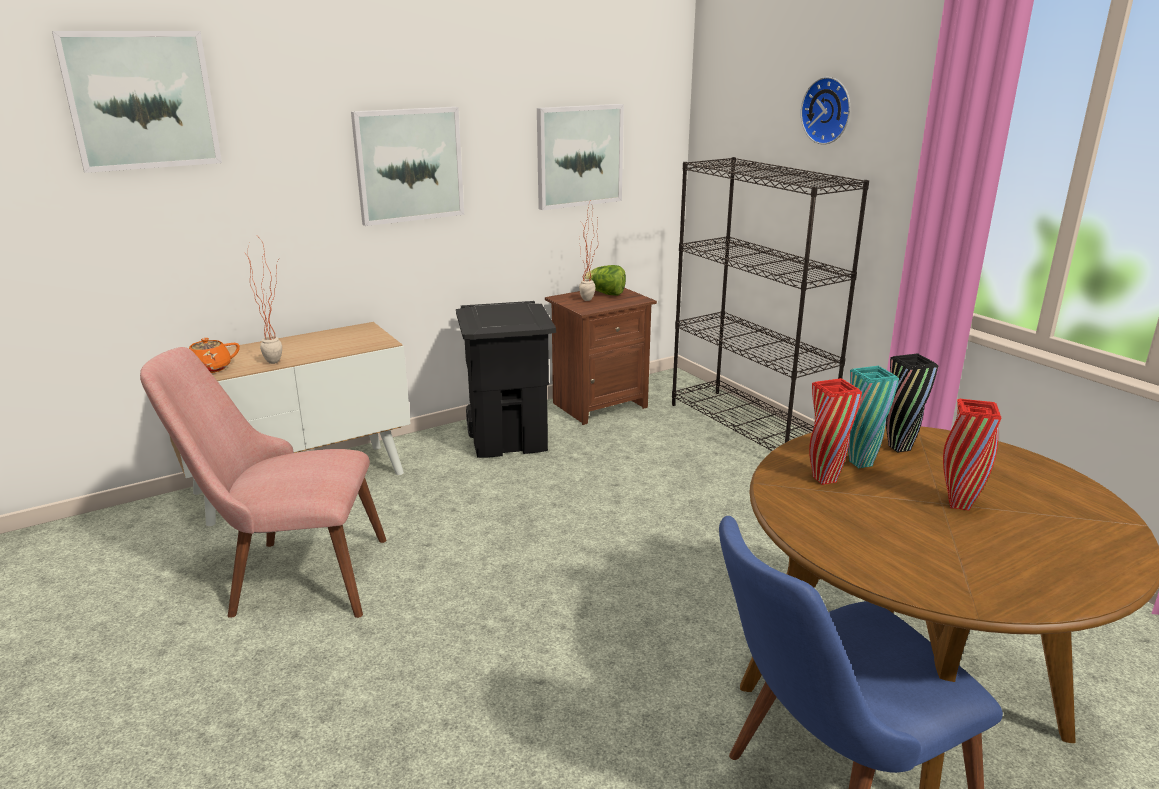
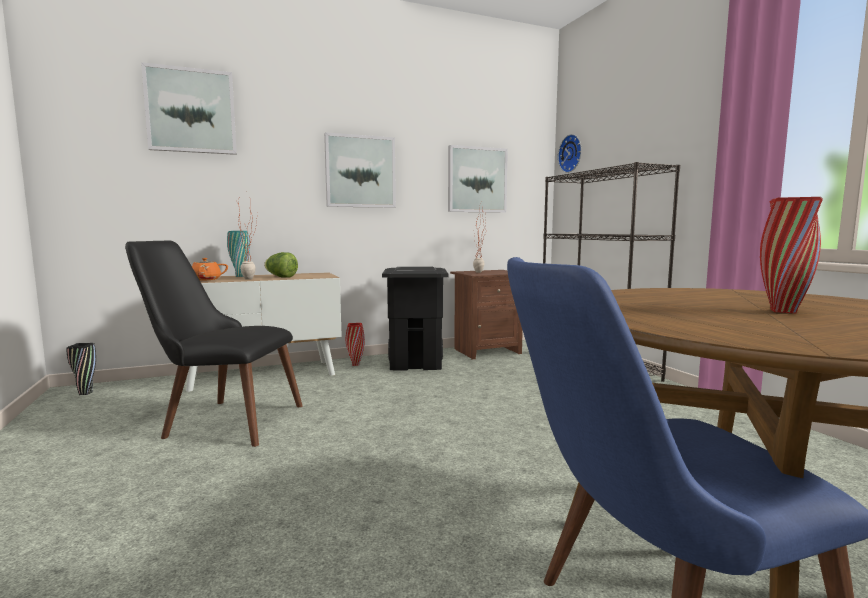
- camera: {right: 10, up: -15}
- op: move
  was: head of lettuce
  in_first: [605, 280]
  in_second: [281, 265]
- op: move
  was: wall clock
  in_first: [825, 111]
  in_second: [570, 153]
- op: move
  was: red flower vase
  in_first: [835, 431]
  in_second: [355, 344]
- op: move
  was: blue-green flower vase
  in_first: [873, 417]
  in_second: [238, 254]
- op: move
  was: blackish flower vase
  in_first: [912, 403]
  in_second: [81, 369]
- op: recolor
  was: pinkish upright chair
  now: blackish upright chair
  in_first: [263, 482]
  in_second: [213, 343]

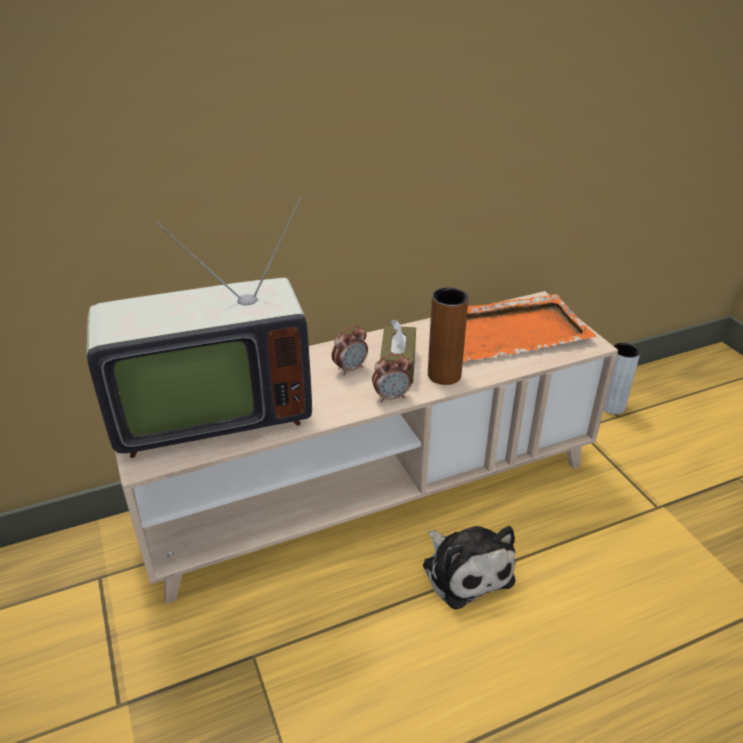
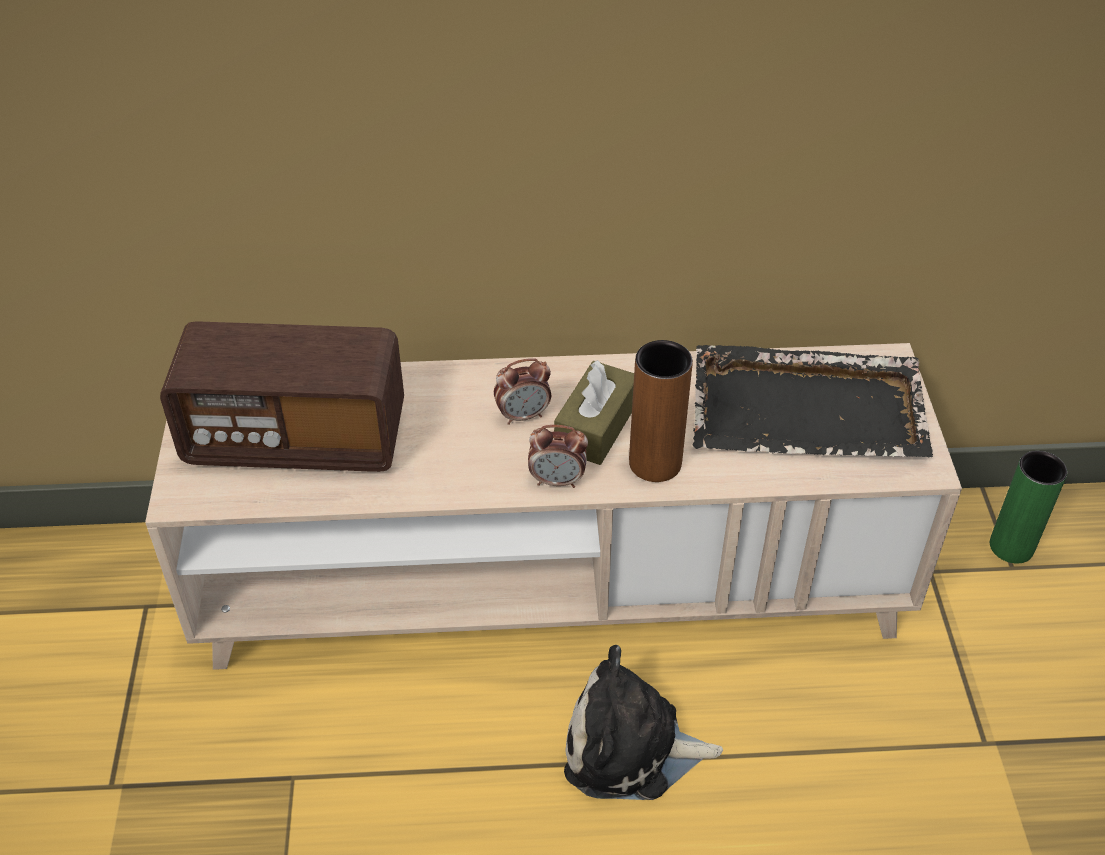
- camera: {right: 20, up: 10}
- op: replace
  was: TV
  now: radio set
  in_first: [199, 327]
  in_second: [282, 396]
- op: recolor
  was: orangey tray
  now: blackish tray
  in_first: [529, 328]
  in_second: [812, 401]
- op: recolor
  was: gray flower vase
  now: green-coloured flower vase
  in_first: [621, 378]
  in_second: [1028, 507]
- op: rotate
  was: plush toy
  in_first: [469, 568]
  in_second: [643, 722]
  clockwise: 105

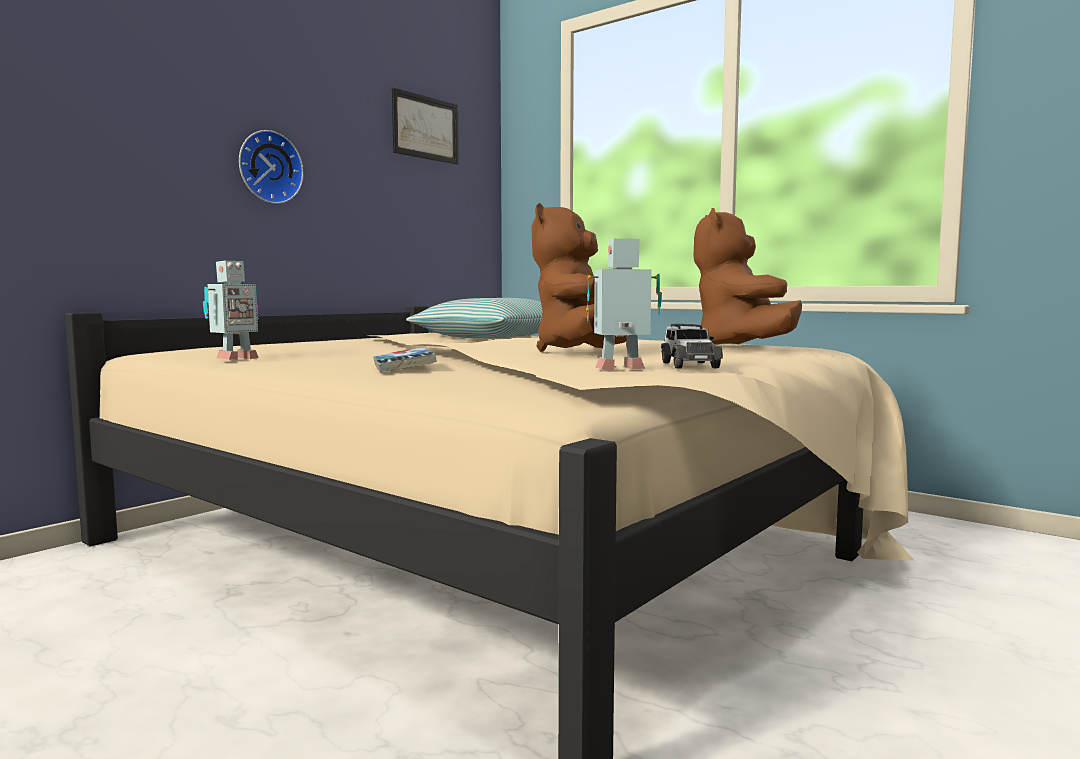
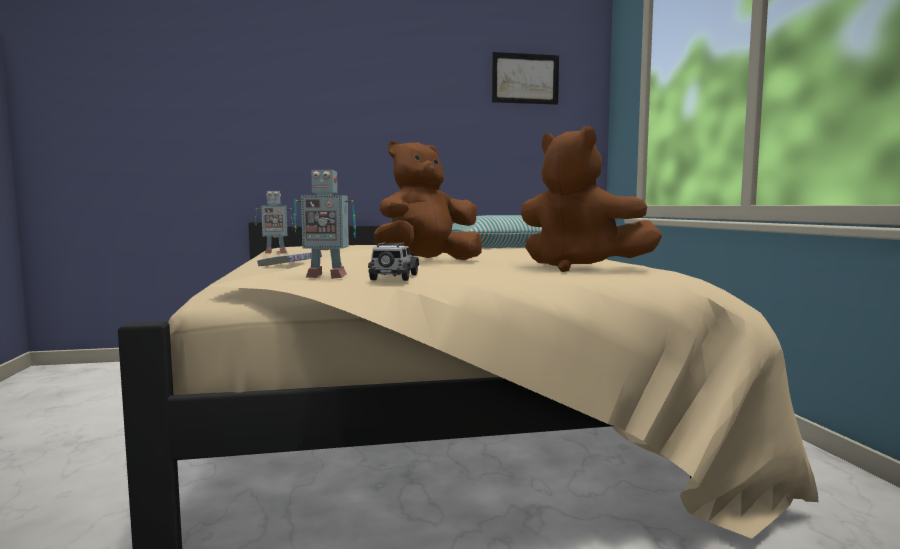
- camera: {right: 40, up: 0}
- op: delete
  was: wall clock
  in_first: [271, 167]
- op: rotate
  was: robot figure
  in_first: [624, 305]
  in_second: [325, 224]
  clockwise: 150
- op: rotate
  was: miniature car
  in_first: [692, 346]
  in_second: [393, 261]
  clockwise: 150
- op: rotate
  was: brownish plush toy
  in_first: [747, 276]
  in_second: [591, 199]
  clockwise: -90

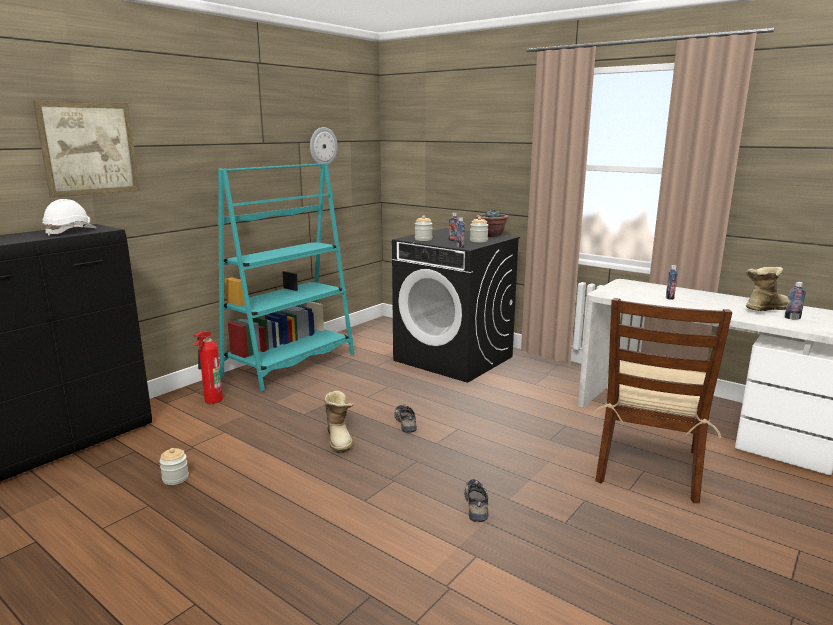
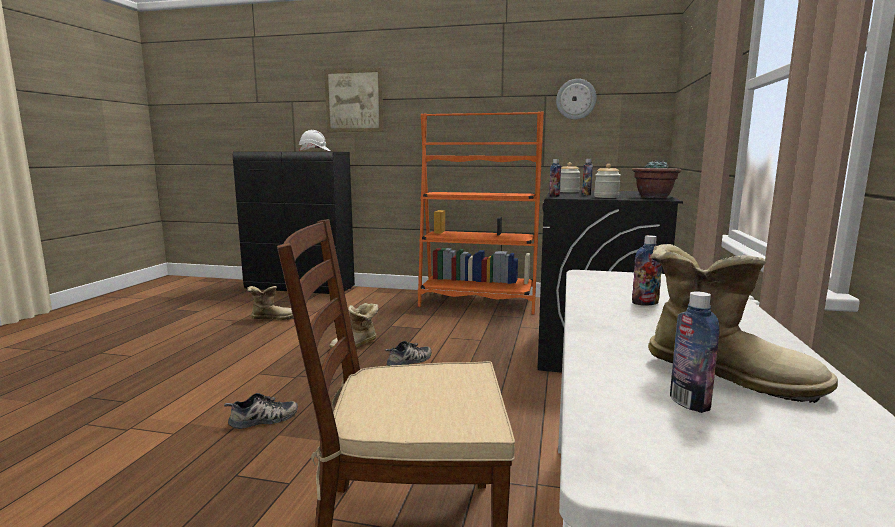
- camera: {right: 65, up: -5}
- op: delete
  was: extinguisher
  in_first: [208, 367]
- op: replace
  was: preserve jar
  now: tall boot
  in_first: [174, 466]
  in_second: [270, 303]
- op: recolor
  was: blue-green shelving unit
  now: orangey shelving unit
  in_first: [286, 277]
  in_second: [481, 212]

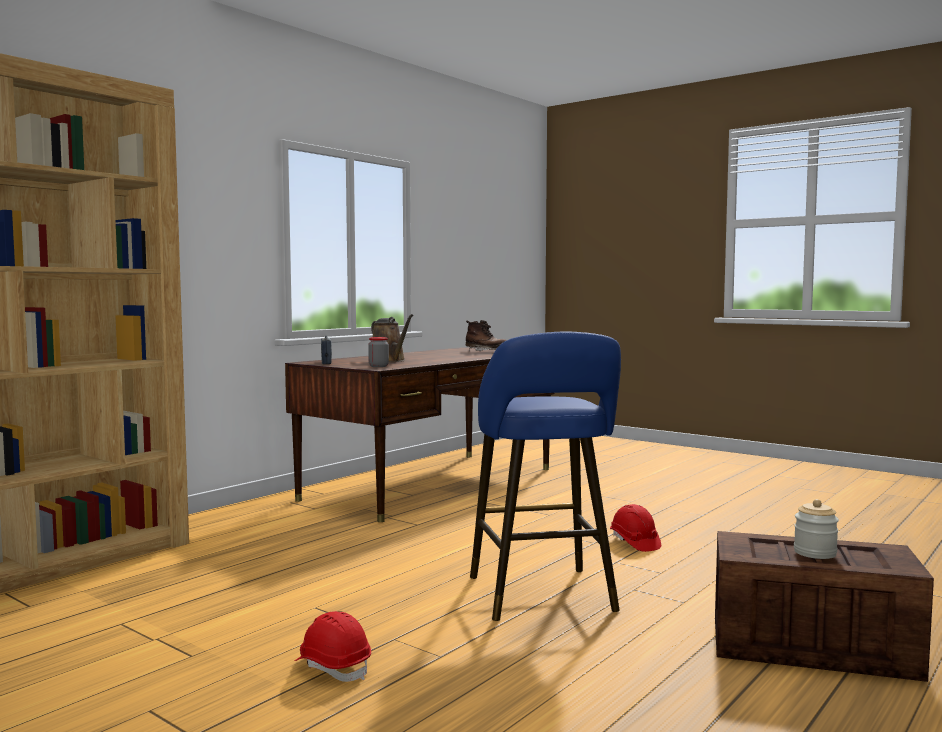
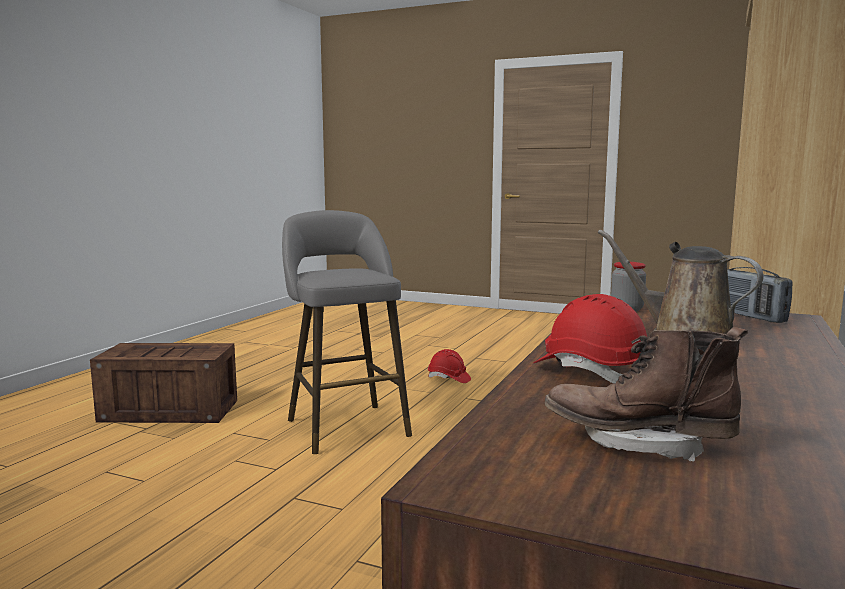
- camera: {right: 165, up: 5}
- op: delete
  was: preserve jar
  in_first: [816, 529]
- op: move
  was: red work helmet
  in_first: [635, 528]
  in_second: [590, 338]
- op: recolor
  was: bluish stool
  now: gray stool
  in_first: [545, 476]
  in_second: [347, 332]

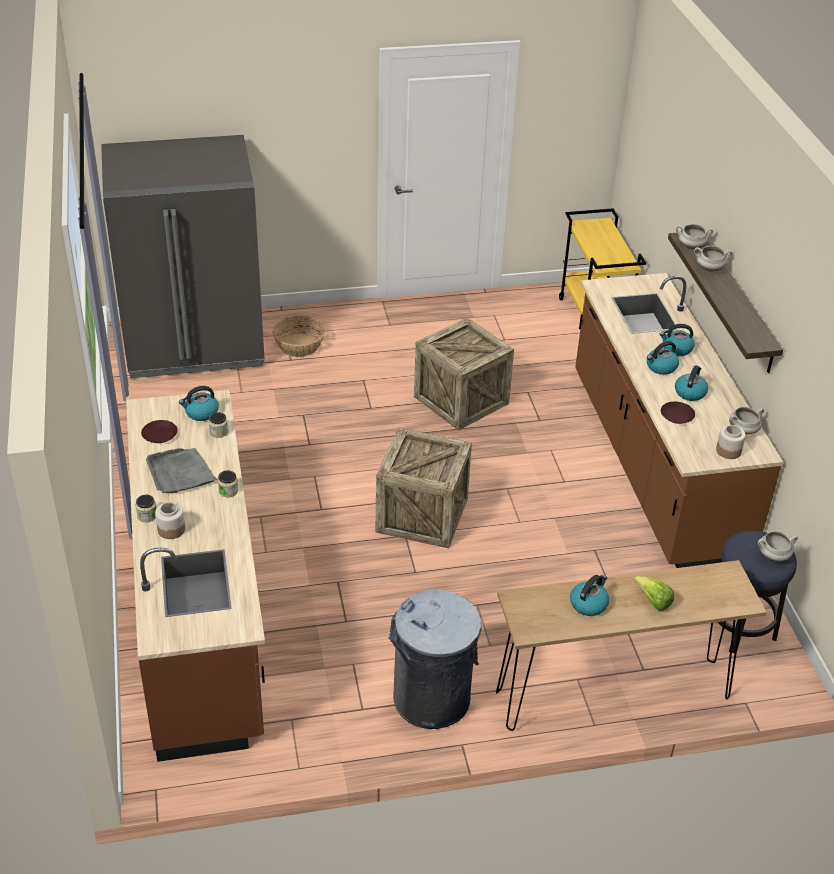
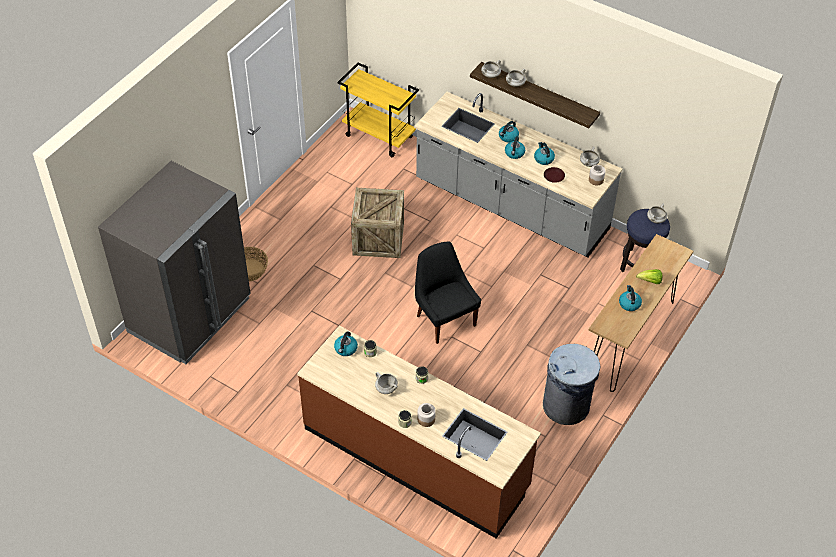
- camera: {right: -45, up: 10}
- op: delete
  was: brownish plate
  in_first: [159, 431]
- op: replace
  was: gray tray
  now: white-coloured stockpot
  in_first: [181, 470]
  in_second: [386, 383]
- op: replace
  was: crate
  now: blackish upright chair
  in_first: [424, 488]
  in_second: [448, 292]
- op: recolor
  was: brownish kitchen base unit
  now: gray kitchen base unit
  in_first: [679, 420]
  in_second: [518, 174]

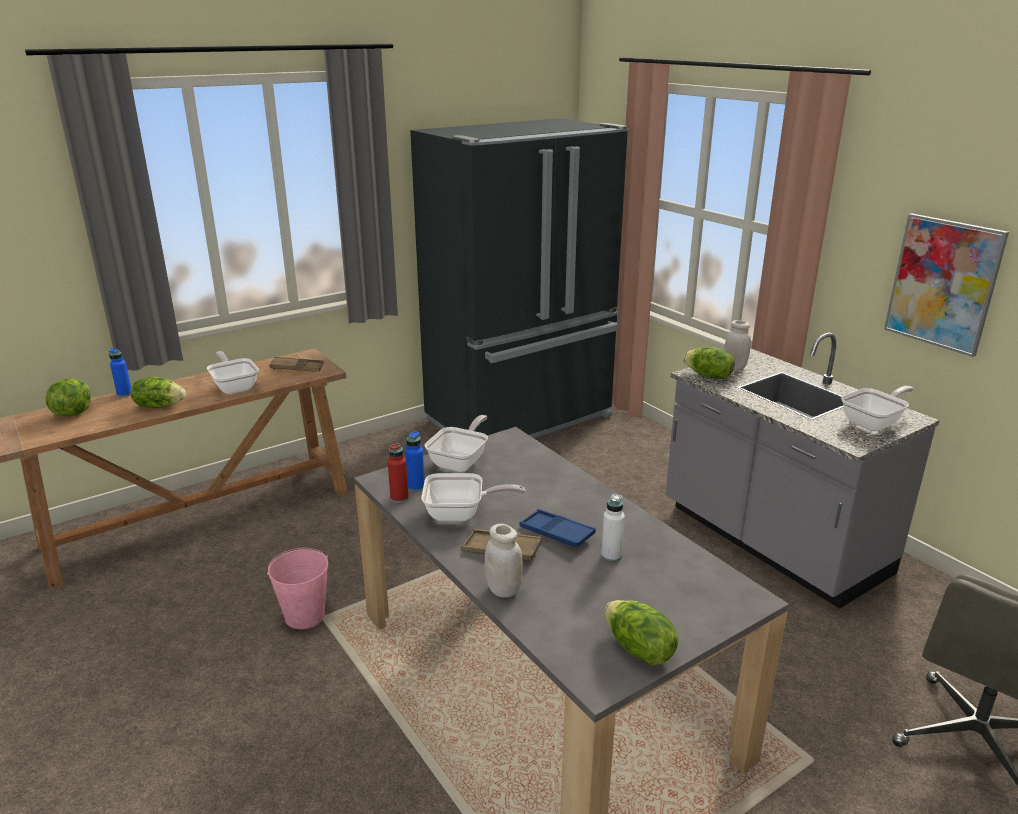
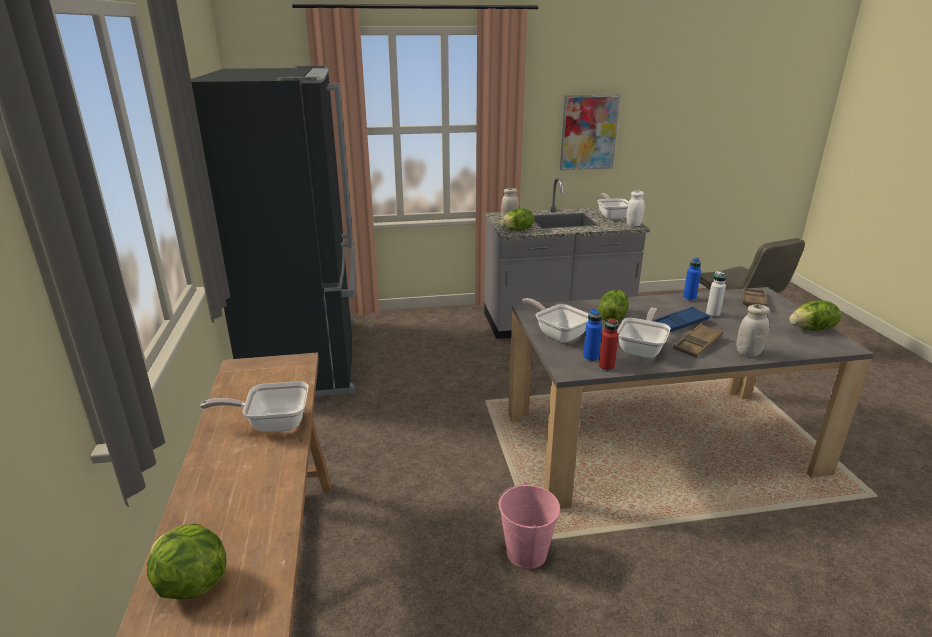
- camera: {right: -65, up: 0}
- op: insert
  now: white-coloured preserve jar
  in_second: [635, 209]
- op: move
  was: bluish bottle
  in_first: [120, 373]
  in_second: [692, 279]
- op: move
  was: head of lettuce
  in_first: [158, 392]
  in_second: [613, 305]
- op: move
  was: brownish tray
  in_first: [296, 364]
  in_second: [755, 297]

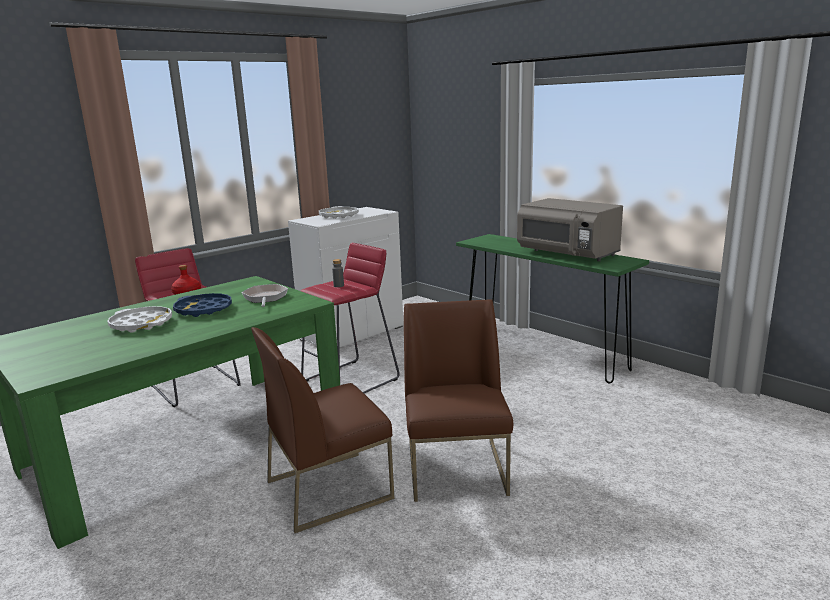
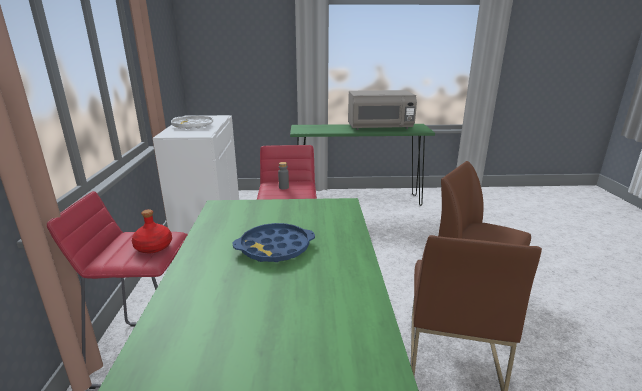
- camera: {right: -50, up: 5}
- op: delete
  was: white-coloured tray
  in_first: [139, 319]
- op: delete
  was: skillet
  in_first: [265, 295]

